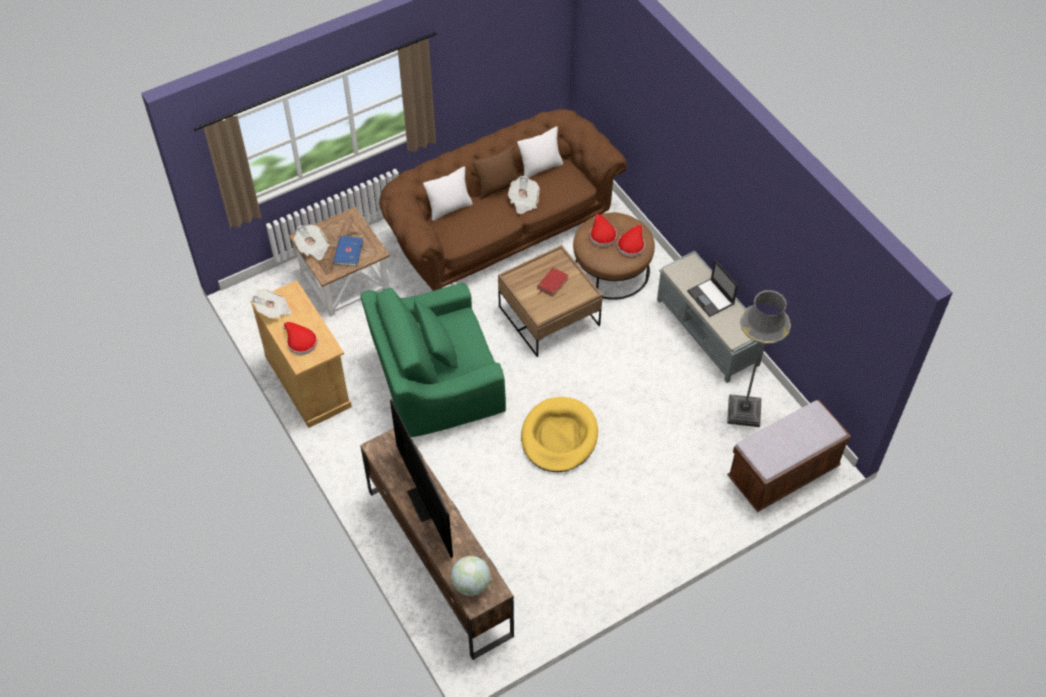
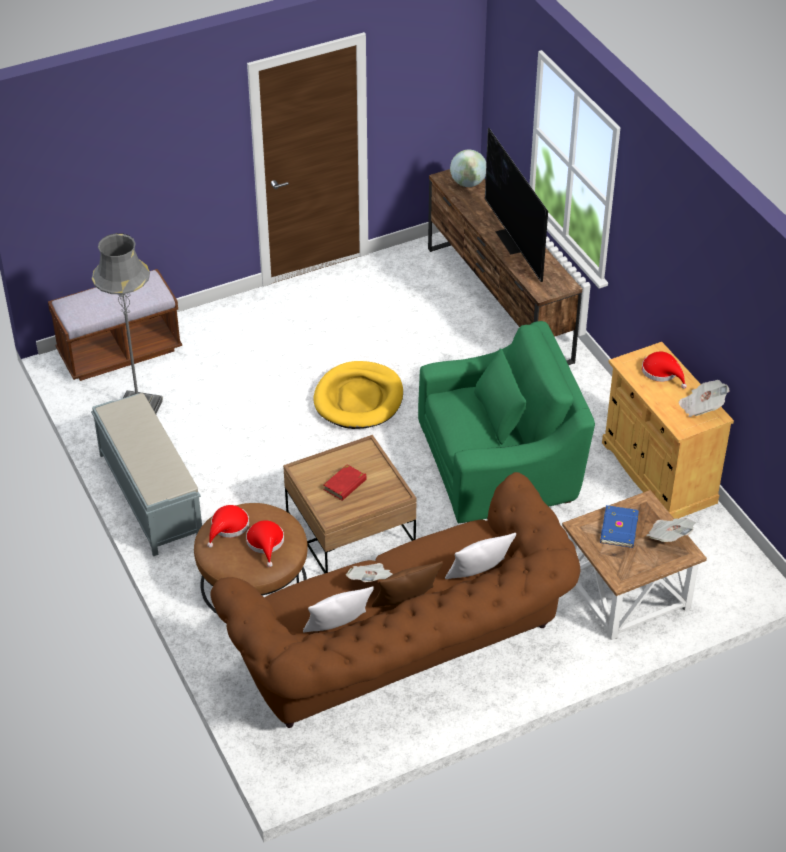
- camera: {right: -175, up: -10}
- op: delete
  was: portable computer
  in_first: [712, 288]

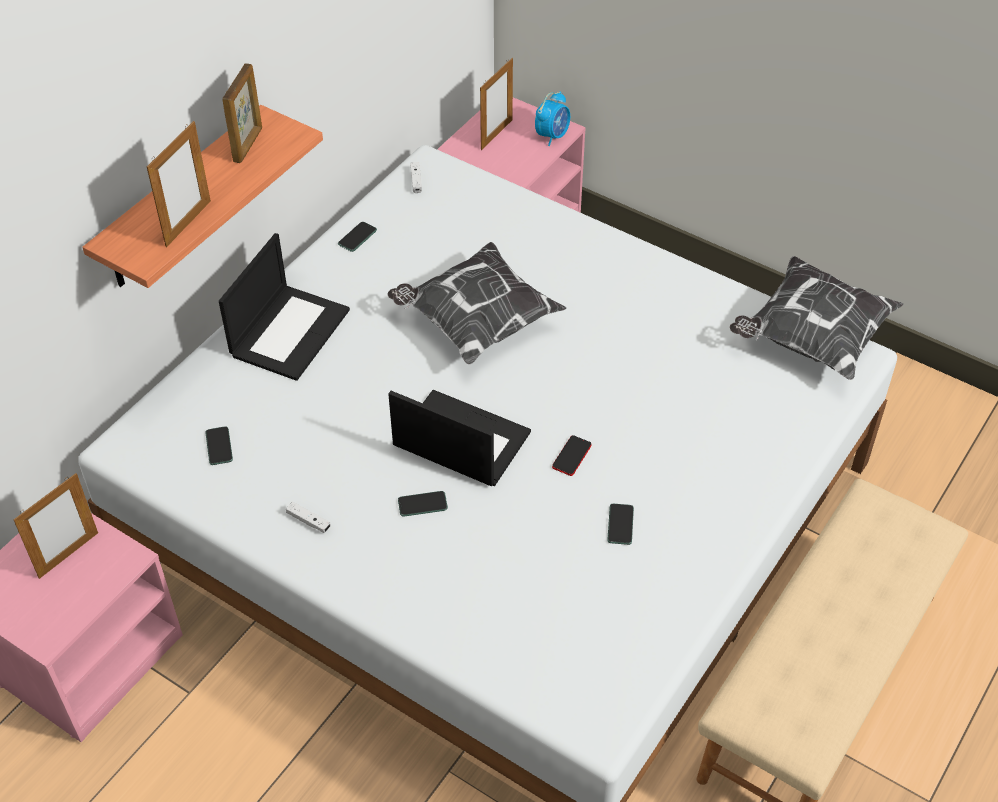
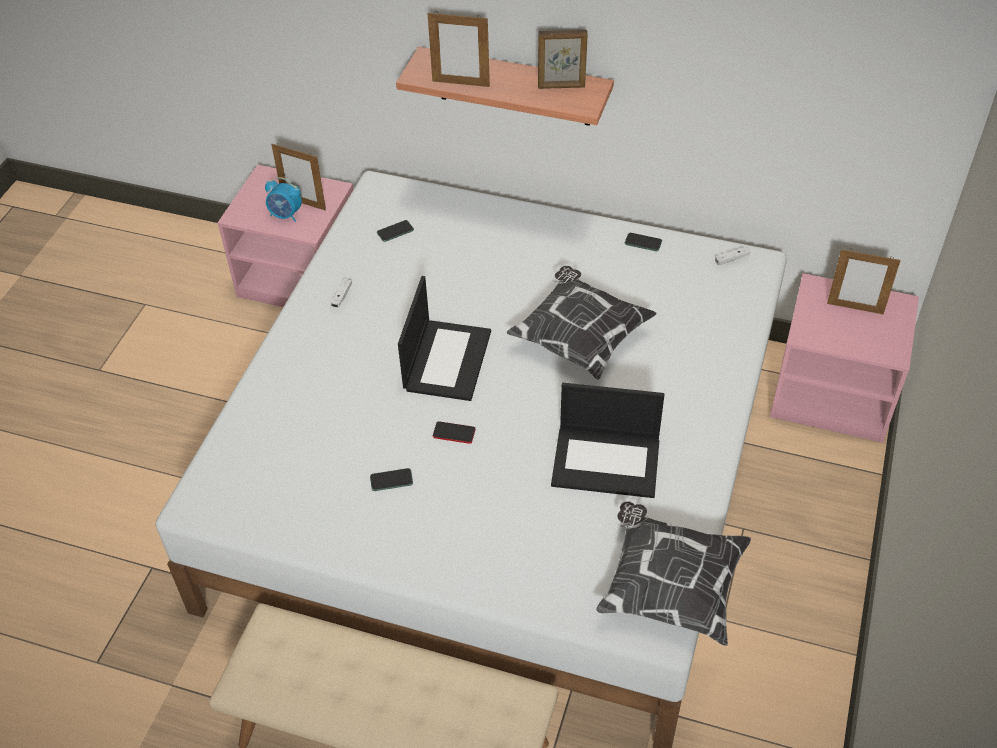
- camera: {right: 75, up: 0}
- op: delete
  was: phone
  in_first: [423, 503]
- op: move
  was: portable computer
  in_first: [284, 307]
  in_second: [607, 440]
- op: move
  was: bedside clock
  in_first: [552, 118]
  in_second: [283, 199]

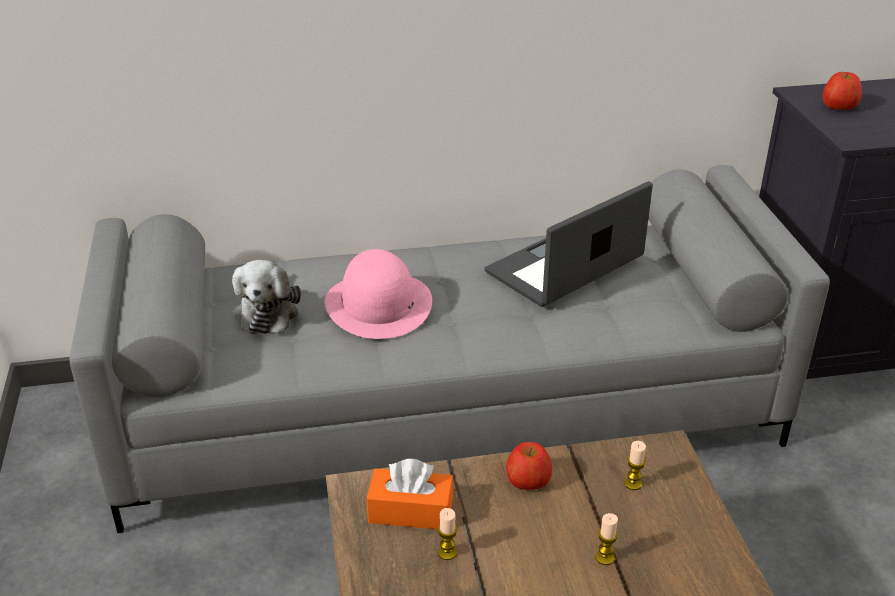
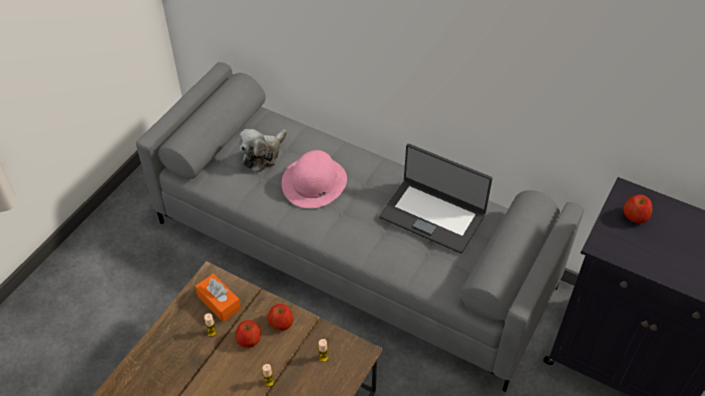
- camera: {right: 40, up: 15}
- op: insert
  now: apple
  in_second: [248, 334]
- op: rotate
  was: portable computer
  in_first: [569, 244]
  in_second: [435, 199]
  clockwise: -150

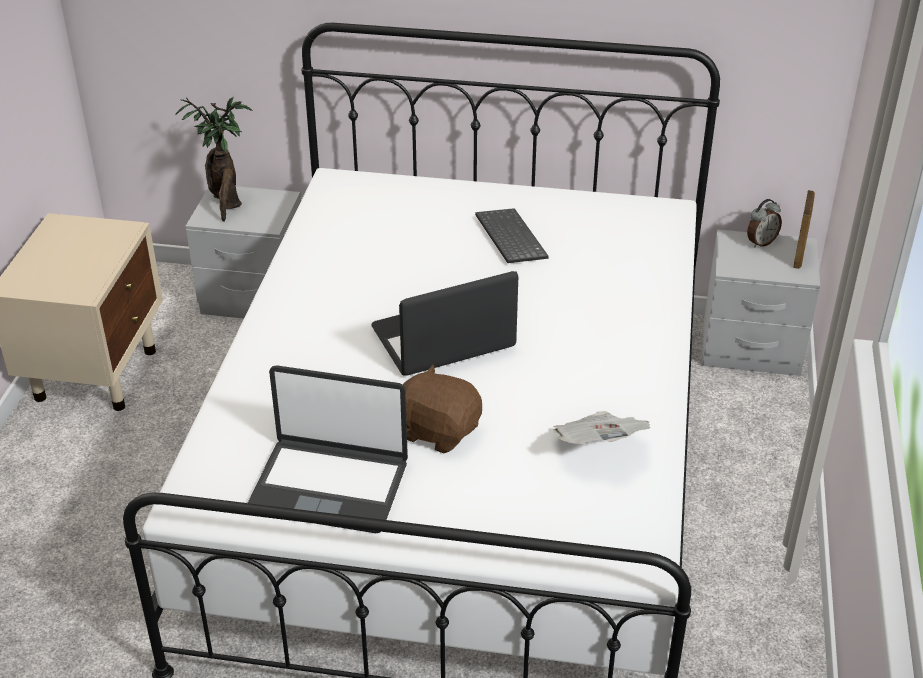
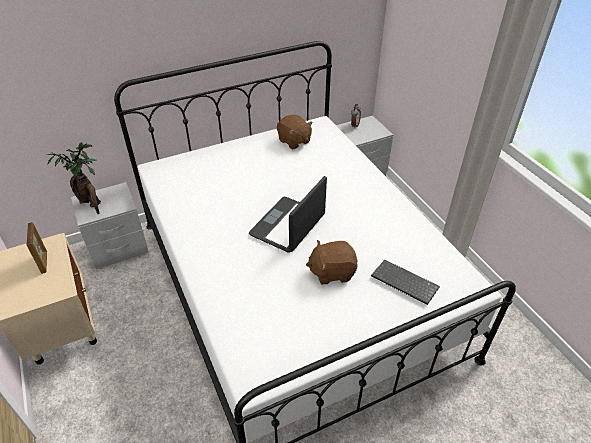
- camera: {right: -35, up: 5}
- op: delete
  was: portable computer
  in_first: [328, 449]
- op: delete
  was: newspaper
  in_first: [601, 427]
- op: insert
  now: brownish plush toy
  in_second: [295, 132]
- op: move
  was: keyboard
  in_first: [512, 235]
  in_second: [405, 282]
- op: move
  was: standing frame
  in_first: [804, 229]
  in_second: [36, 248]

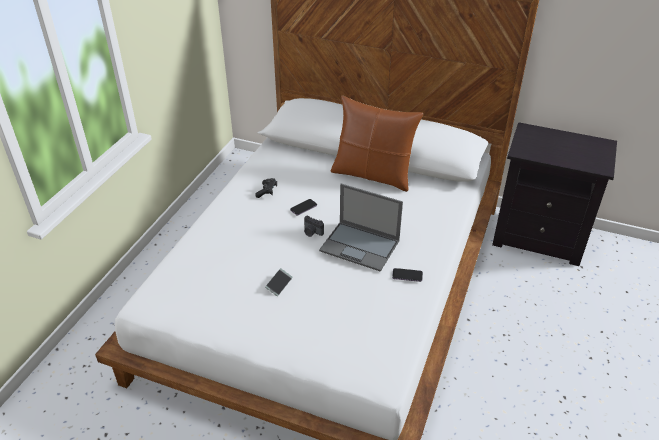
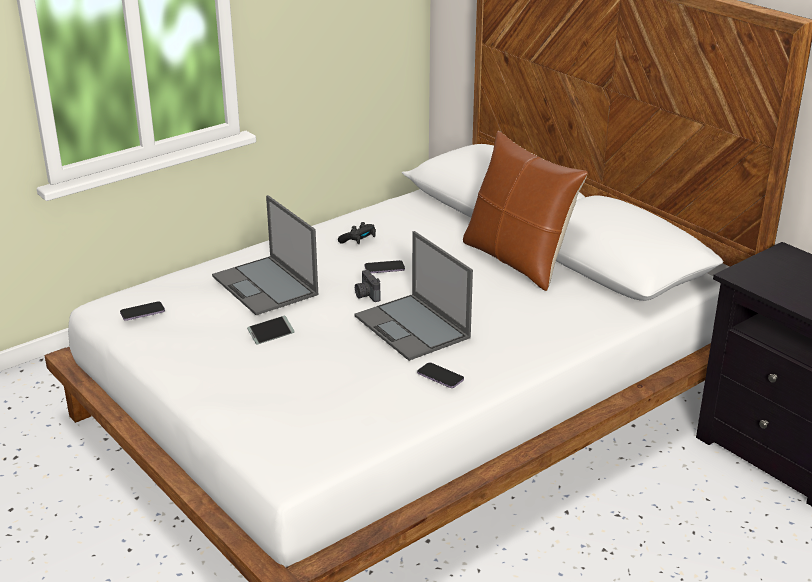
- camera: {right: 30, up: -10}
- op: insert
  now: phone
  in_second: [142, 311]
- op: insert
  now: portable computer
  in_second: [265, 255]

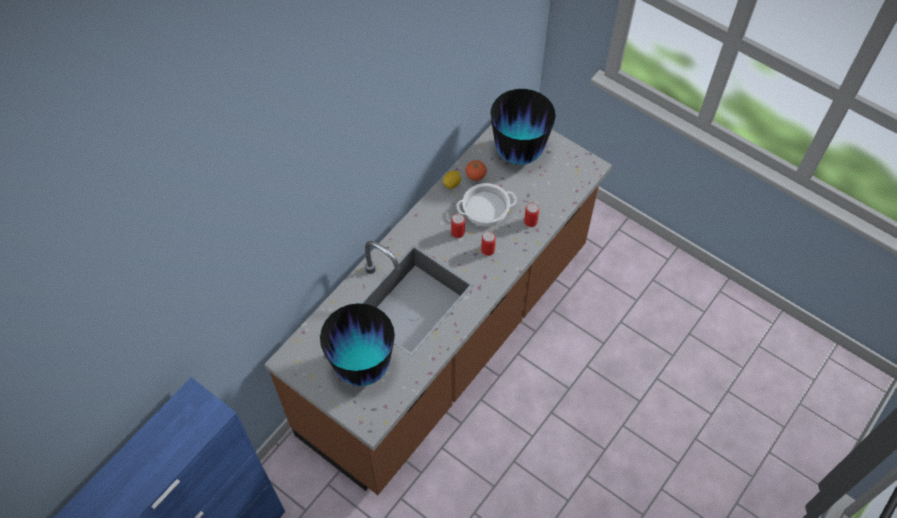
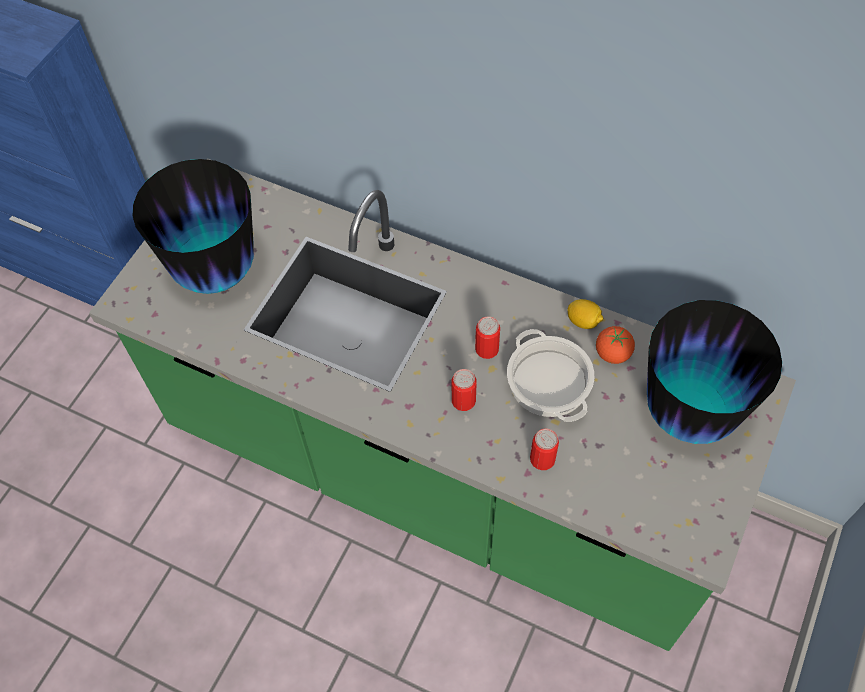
- camera: {right: 80, up: 0}
- op: recolor
  was: brownish kitchen base unit
  now: green-coloured kitchen base unit
  in_first: [438, 309]
  in_second: [442, 404]

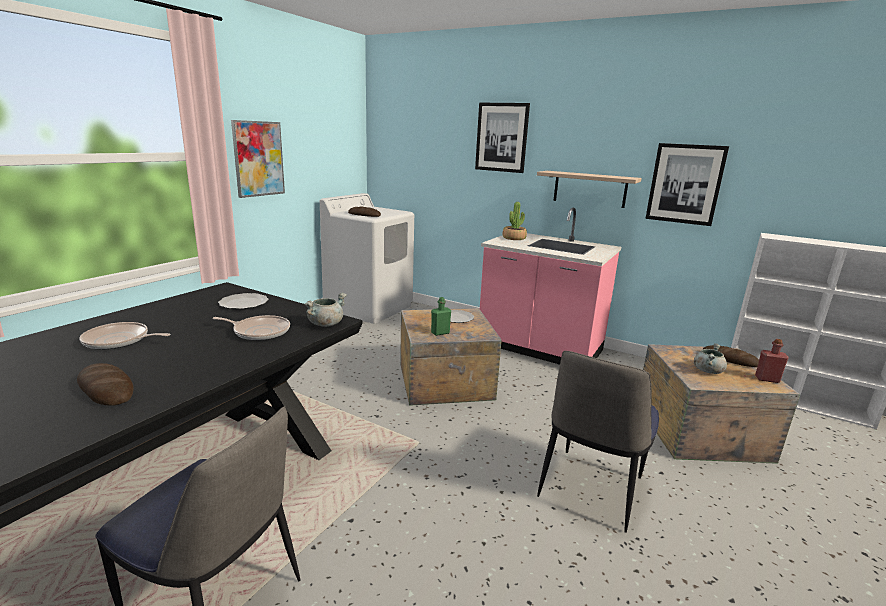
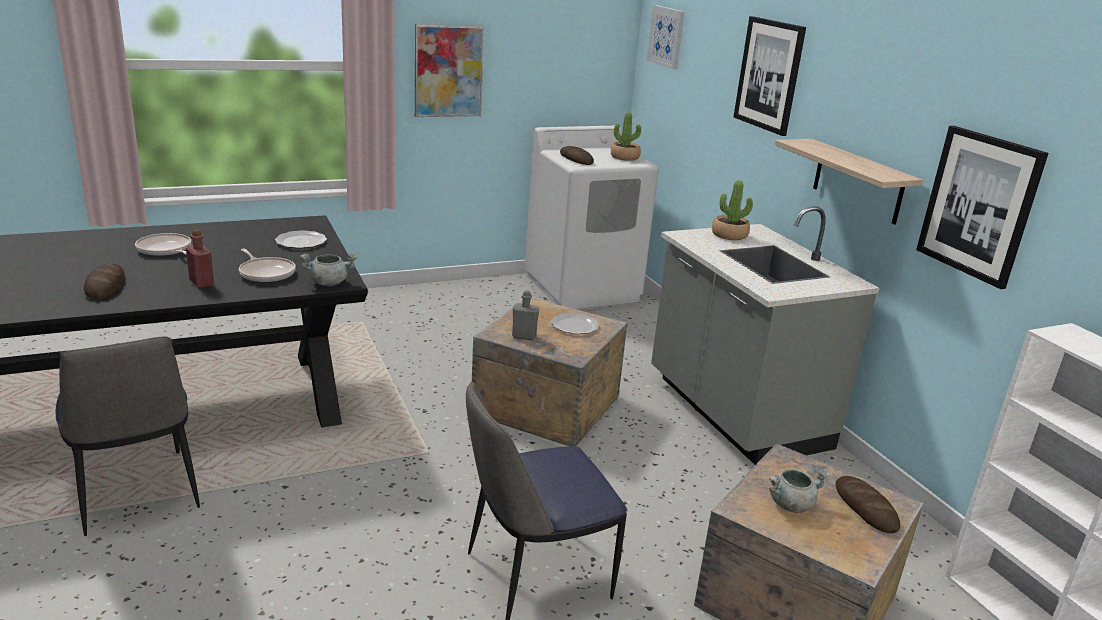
- camera: {right: 35, up: 5}
- op: insert
  now: potted plant
  in_second: [626, 136]
- op: insert
  now: wall art
  in_second: [666, 37]
- op: move
  was: red bottle
  in_first: [772, 361]
  in_second: [200, 258]
- op: recolor
  was: green-coloured bottle
  now: gray bottle
  in_first: [441, 316]
  in_second: [525, 315]
- op: recolor
  was: pinkish kitchen base unit
  now: gray kitchen base unit
  in_first: [550, 285]
  in_second: [765, 335]

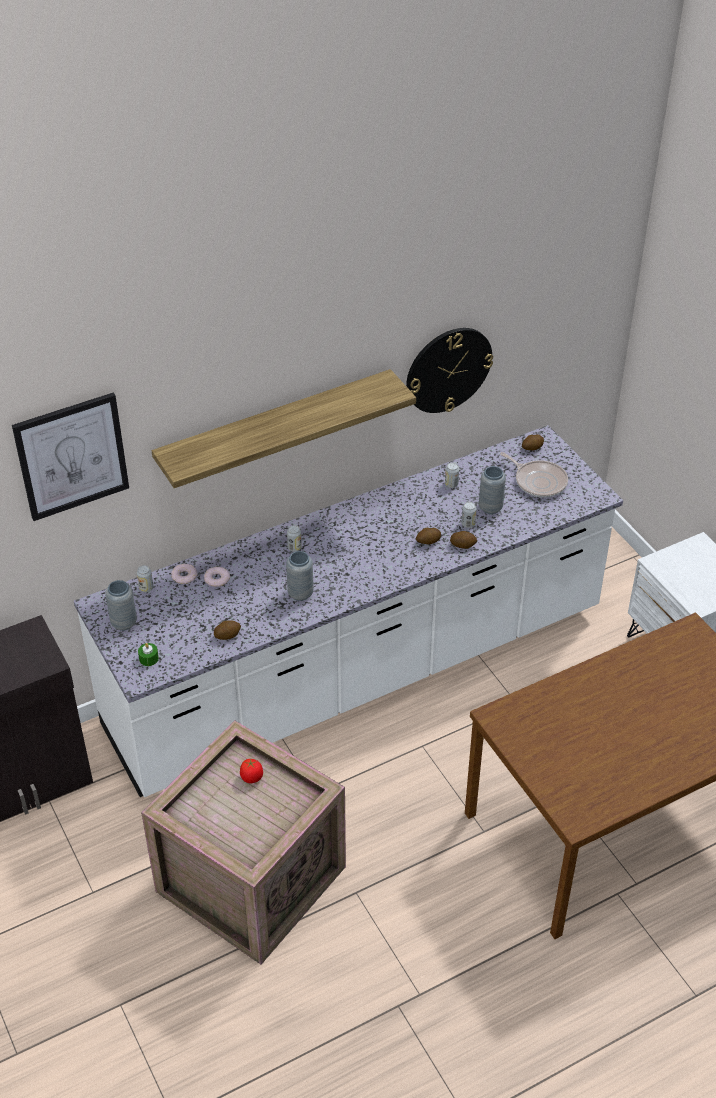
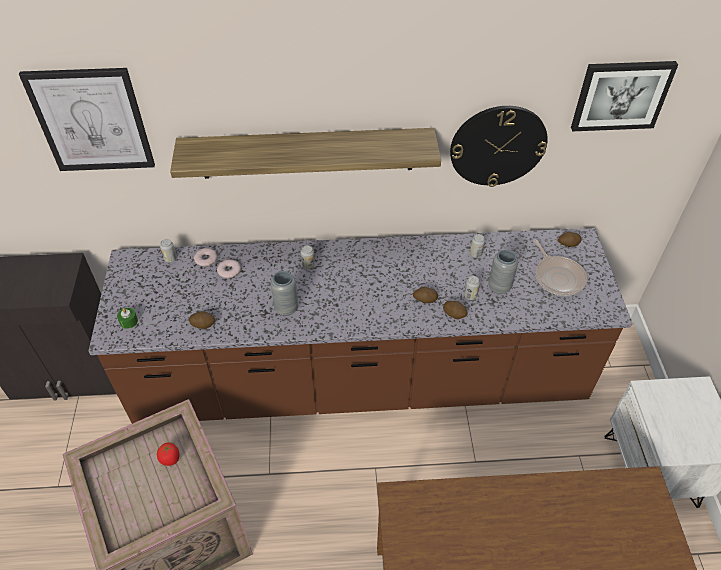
- camera: {right: 25, up: 5}
- op: delete
  was: gray flower vase
  in_first: [121, 605]
- op: insert
  now: wall art
  in_second: [624, 96]
- op: recolor
  was: white-coloured kitchen base unit
  now: brownish kitchen base unit
  in_first: [348, 611]
  in_second: [360, 326]

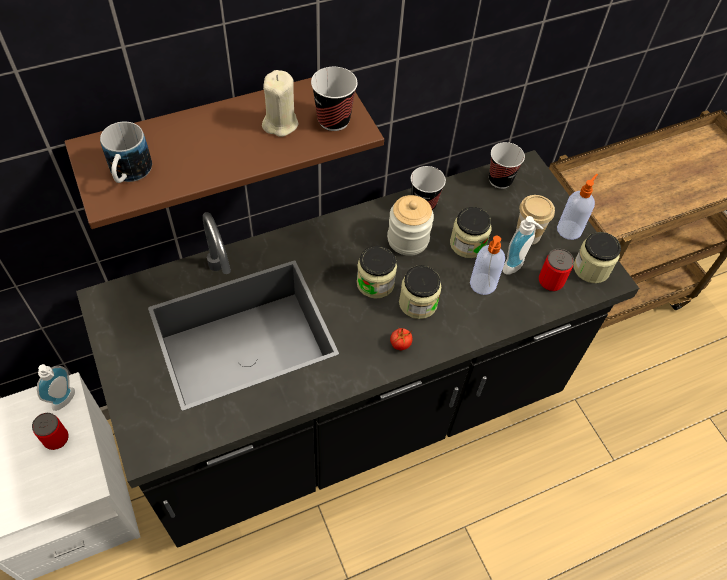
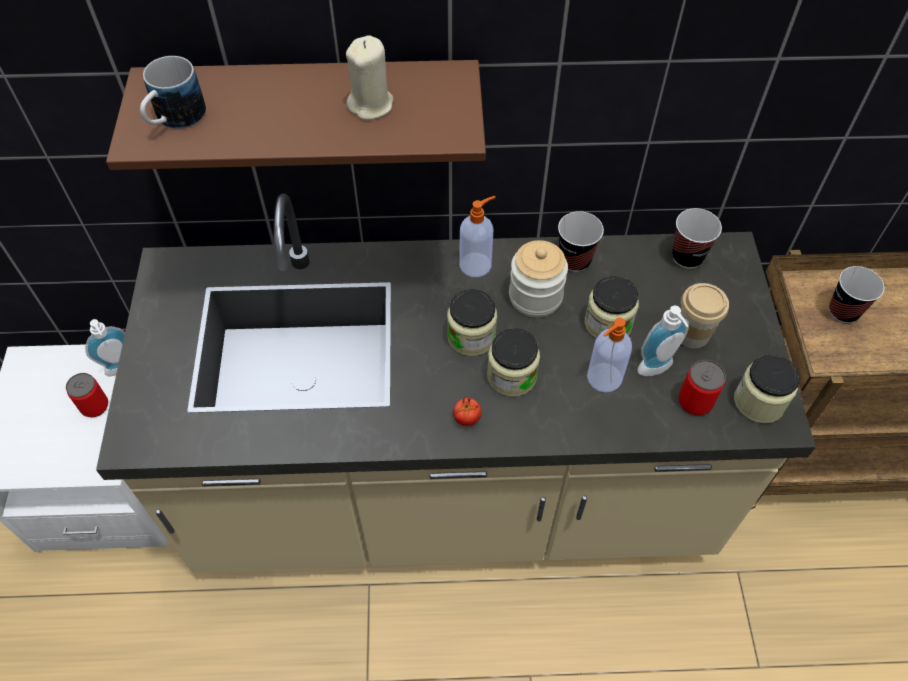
- camera: {right: 25, up: 0}
- op: move
  was: drinking cup
  in_first: [334, 99]
  in_second: [856, 294]
- op: move
  was: soap bottle
  in_first: [577, 207]
  in_second: [477, 236]
- op: recolor
  was: blackish kitchen base unit
  now: sand-coloured kitchen base unit
  in_first: [357, 349]
  in_second: [456, 383]

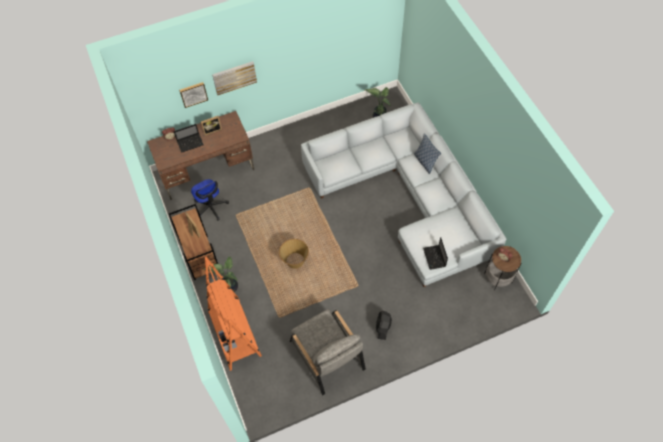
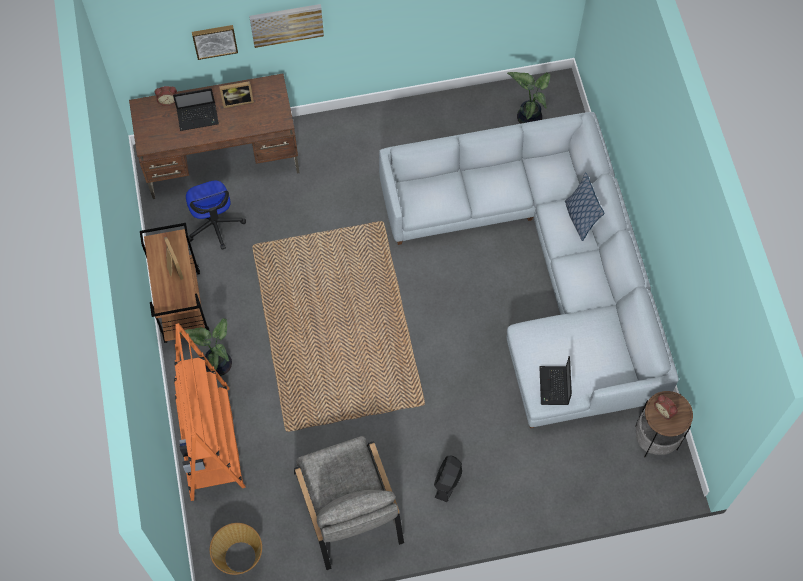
- camera: {right: 10, up: 5}
- op: move
  was: storage basket
  in_first: [294, 254]
  in_second: [236, 549]

